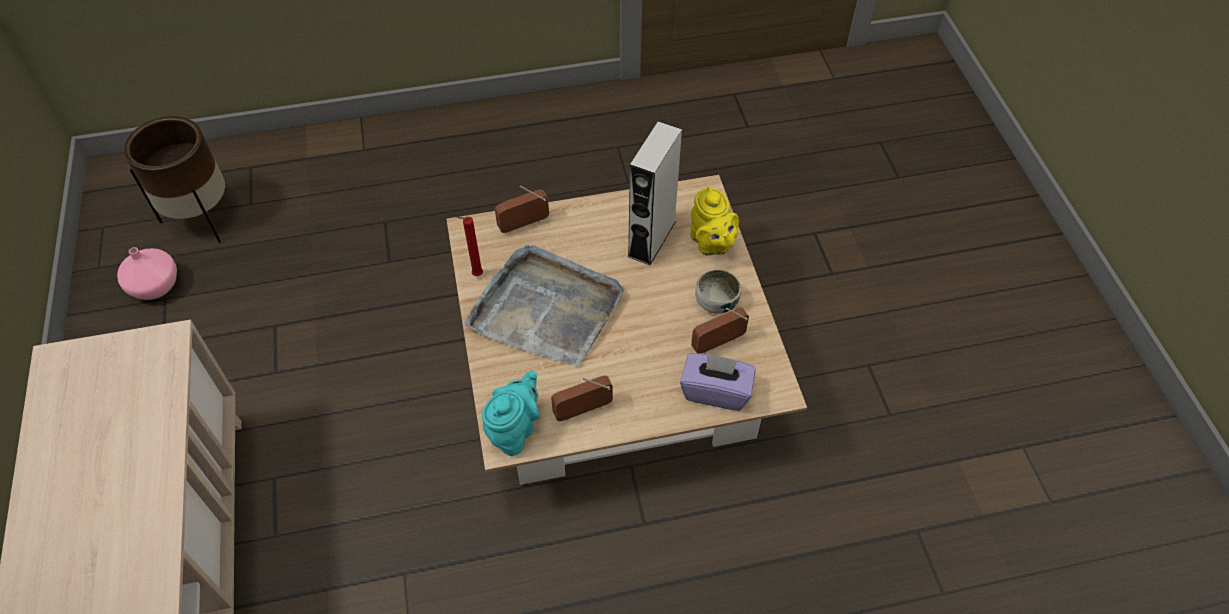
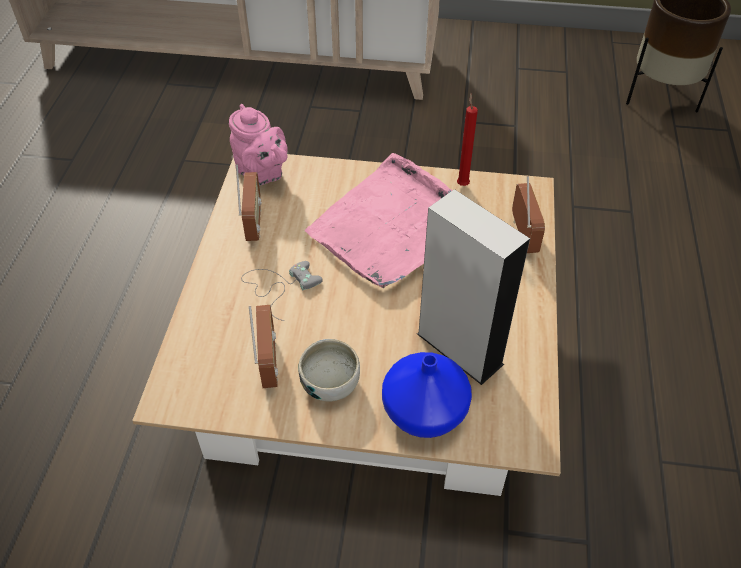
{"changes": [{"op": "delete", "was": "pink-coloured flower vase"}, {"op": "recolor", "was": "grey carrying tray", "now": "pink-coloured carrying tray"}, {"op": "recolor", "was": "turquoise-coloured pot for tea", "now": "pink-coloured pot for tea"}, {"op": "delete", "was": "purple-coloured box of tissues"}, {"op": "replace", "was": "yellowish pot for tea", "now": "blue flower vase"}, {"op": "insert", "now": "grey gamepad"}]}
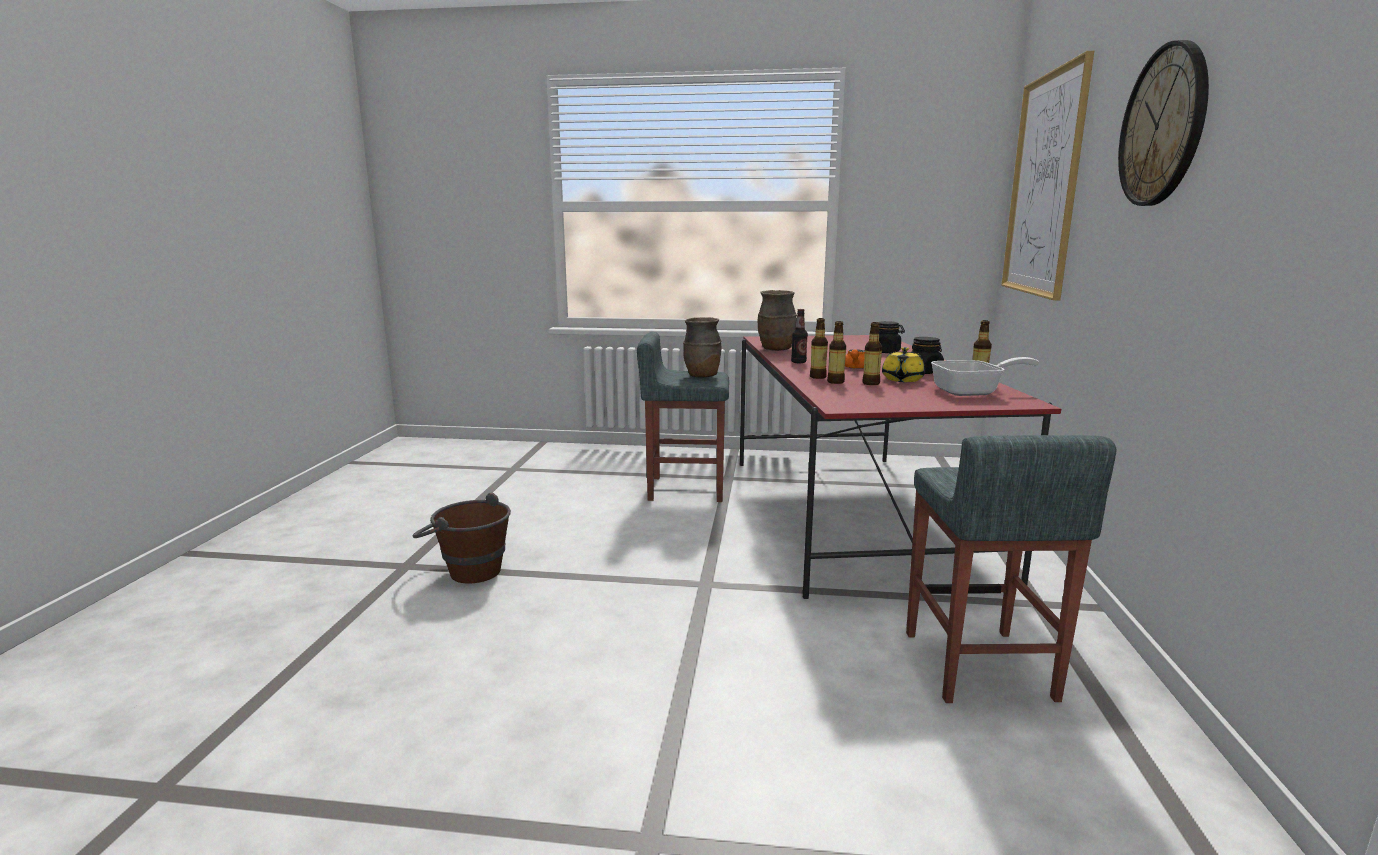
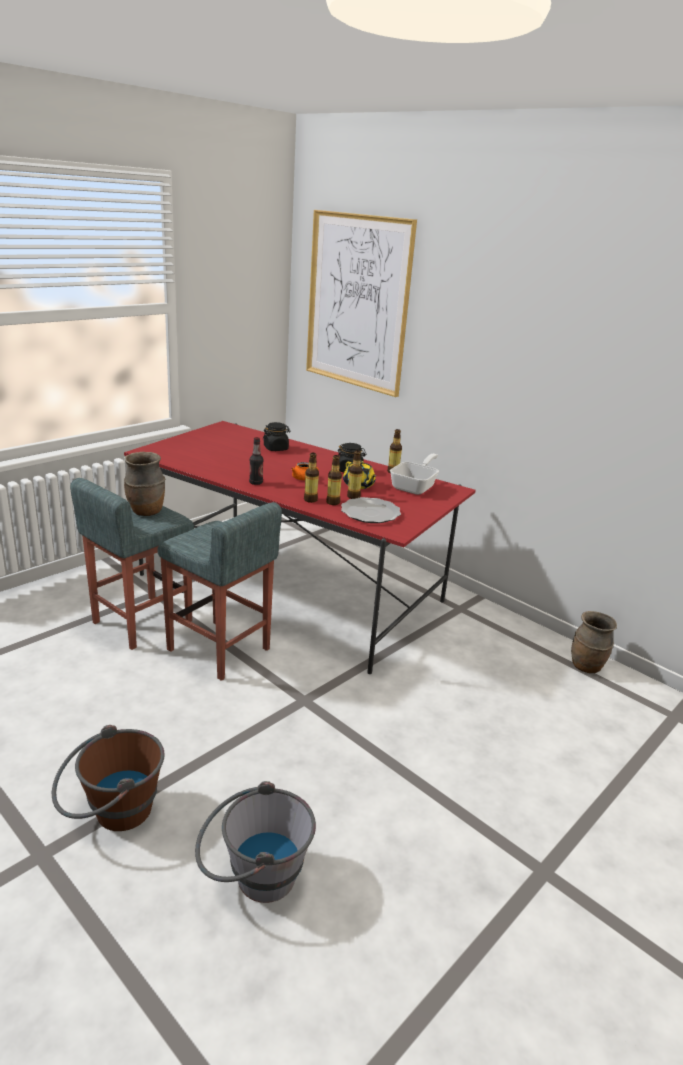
{"changes": [{"op": "move", "was": "brown flower vase (2nd from left)"}, {"op": "move", "was": "grey stool seat (2nd from left)"}, {"op": "delete", "was": "hanging clock"}, {"op": "insert", "now": "grey bucket"}, {"op": "insert", "now": "flat dish"}]}
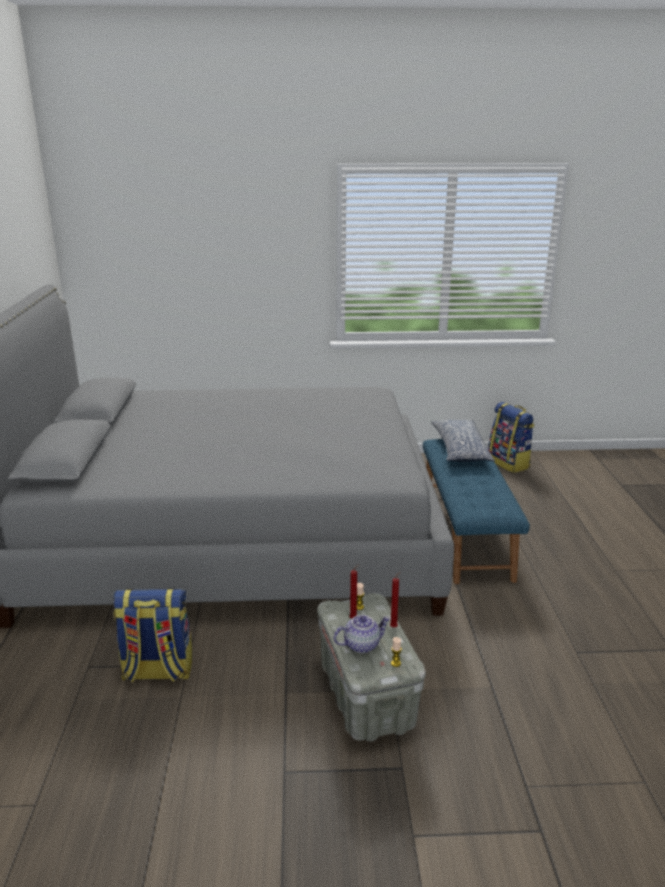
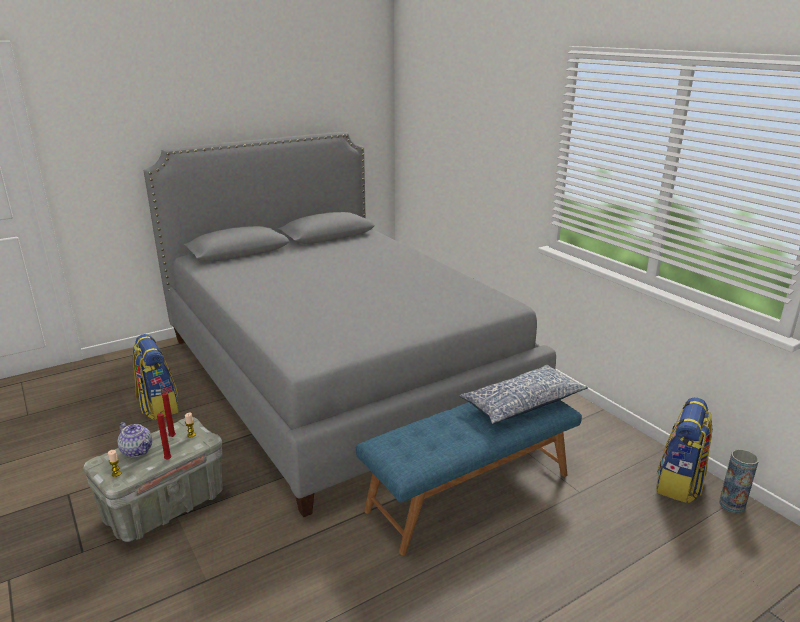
{"changes": [{"op": "insert", "now": "flower vase"}]}
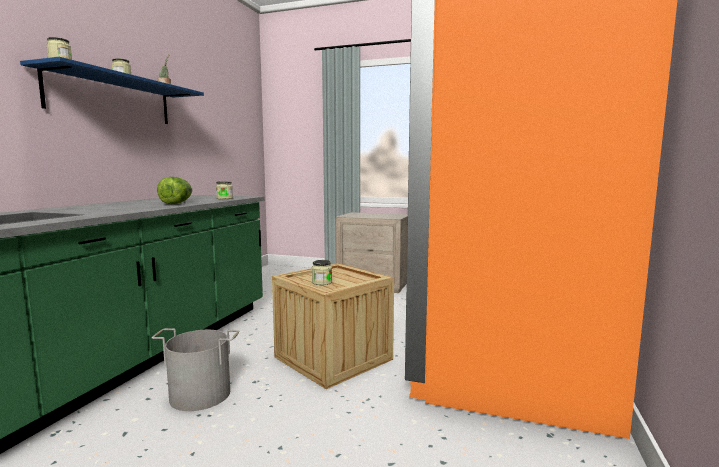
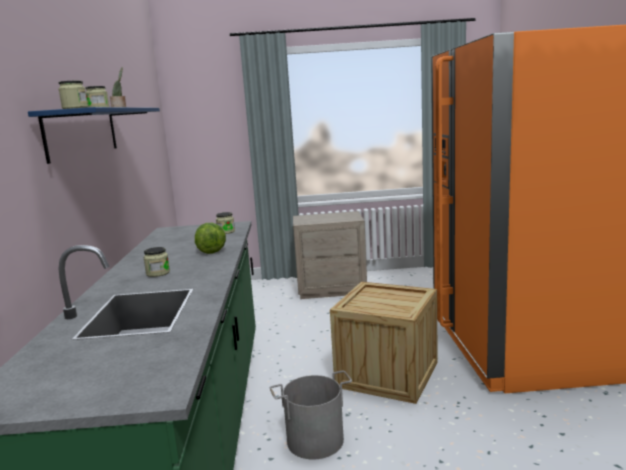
{"changes": [{"op": "move", "was": "preserve jar (4th from left in the first image)", "now": "preserve jar (3rd from left)"}]}
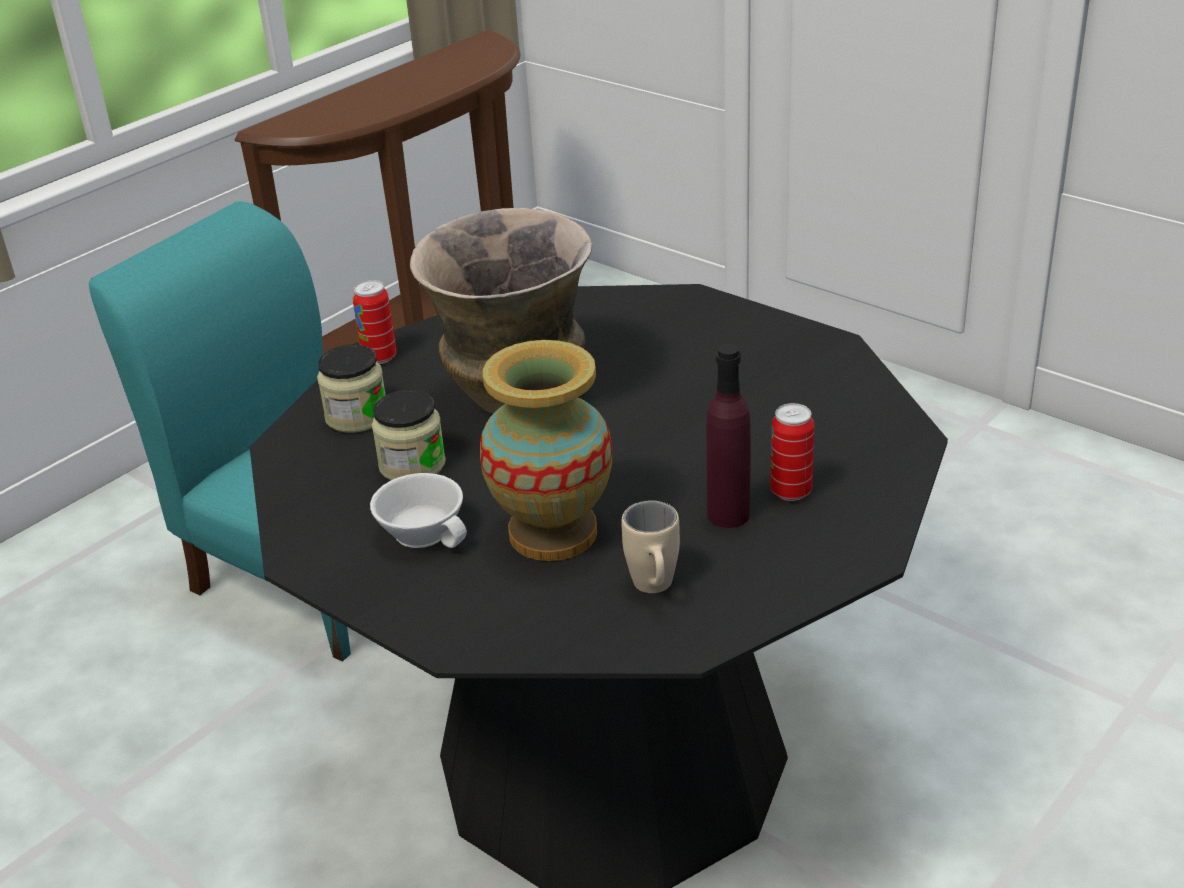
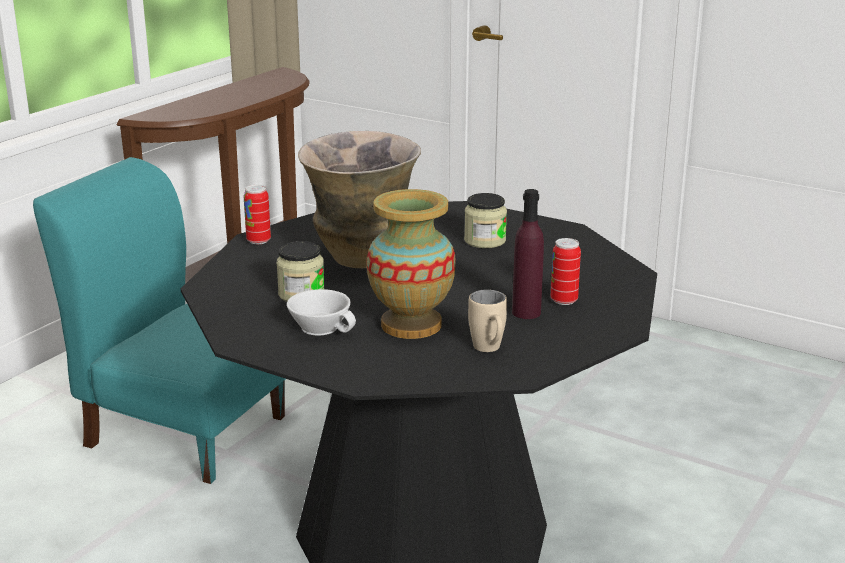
{"changes": [{"op": "move", "was": "preserve jar (1st from left in the first image)", "now": "preserve jar (2nd from left)"}]}
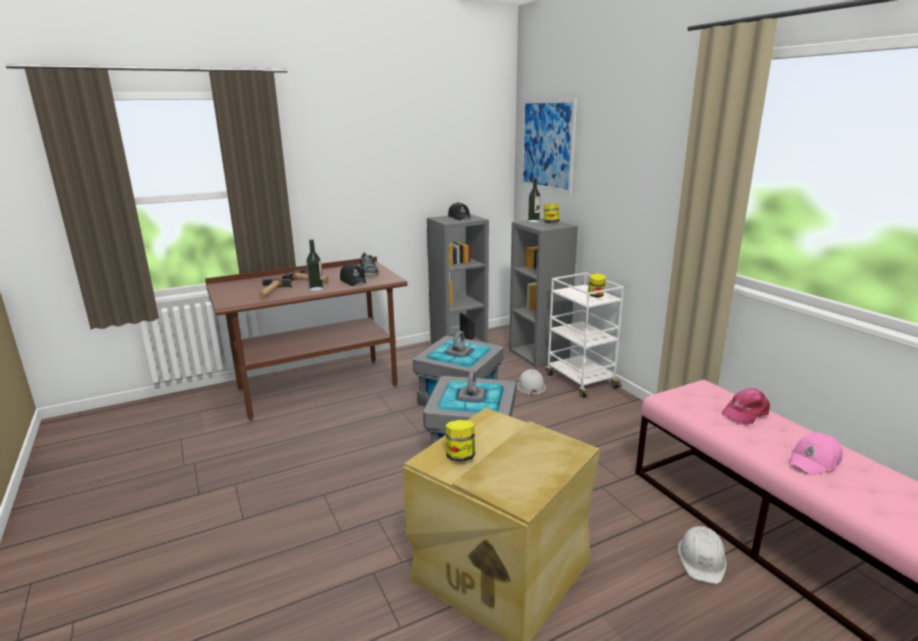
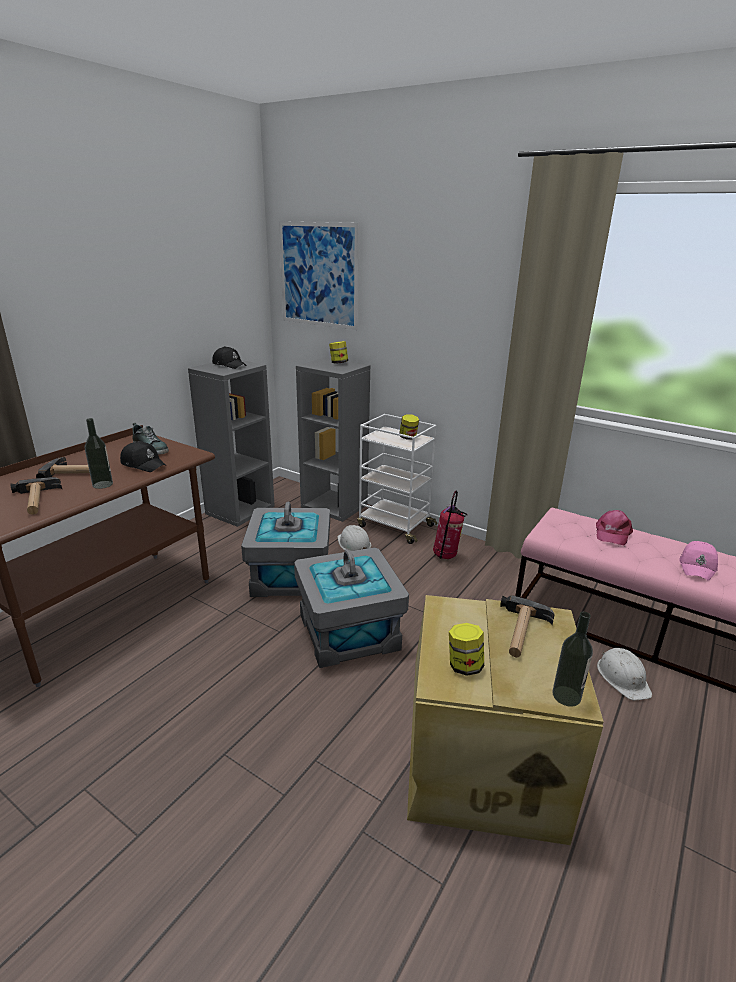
{"changes": [{"op": "move", "was": "drink bottle (2nd from left)"}, {"op": "insert", "now": "fire-fighting cylinder"}, {"op": "insert", "now": "hammer (3rd from left)"}]}
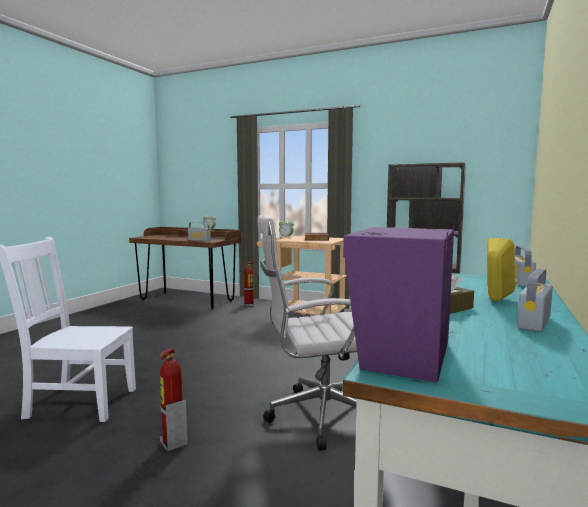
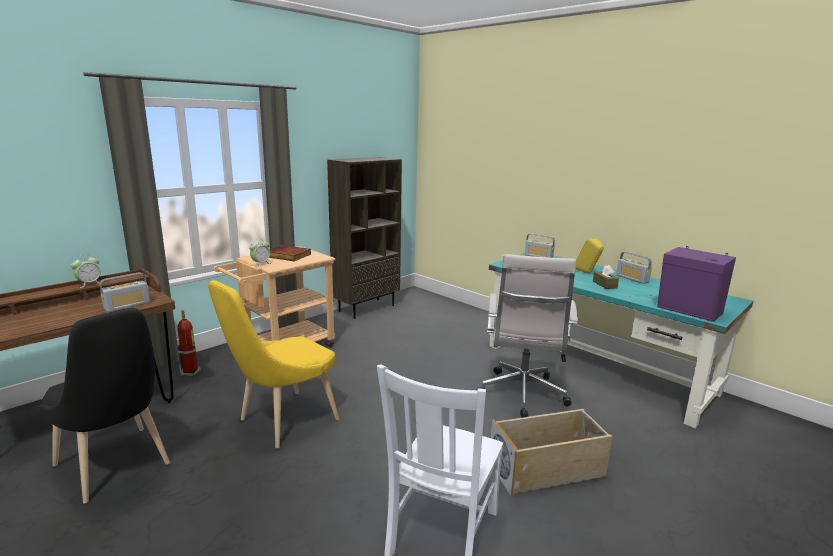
{"changes": [{"op": "replace", "was": "fire-fighting cylinder (1st from left)", "now": "beige storage container"}, {"op": "insert", "now": "black-coloured upright chair"}, {"op": "insert", "now": "yellowish upright chair"}]}
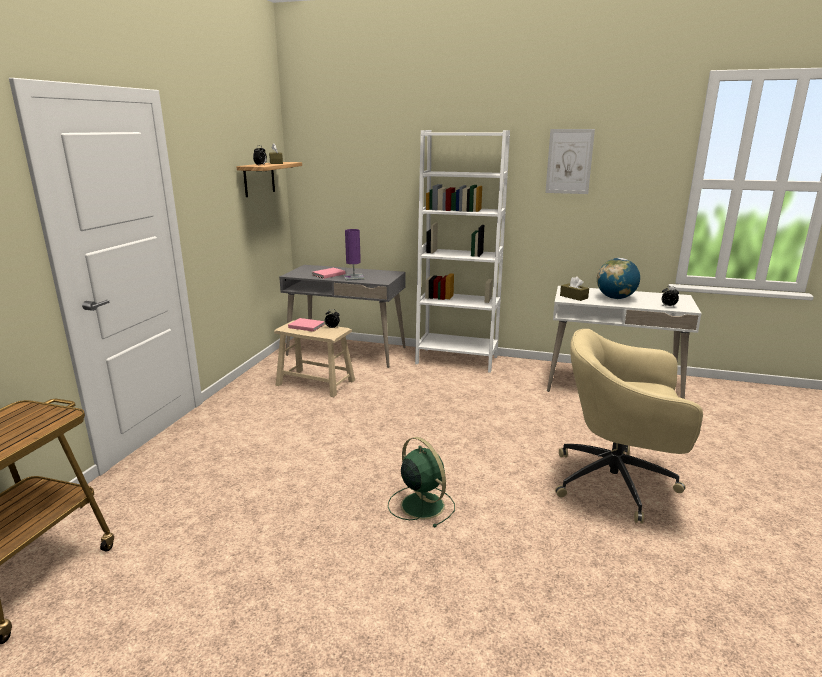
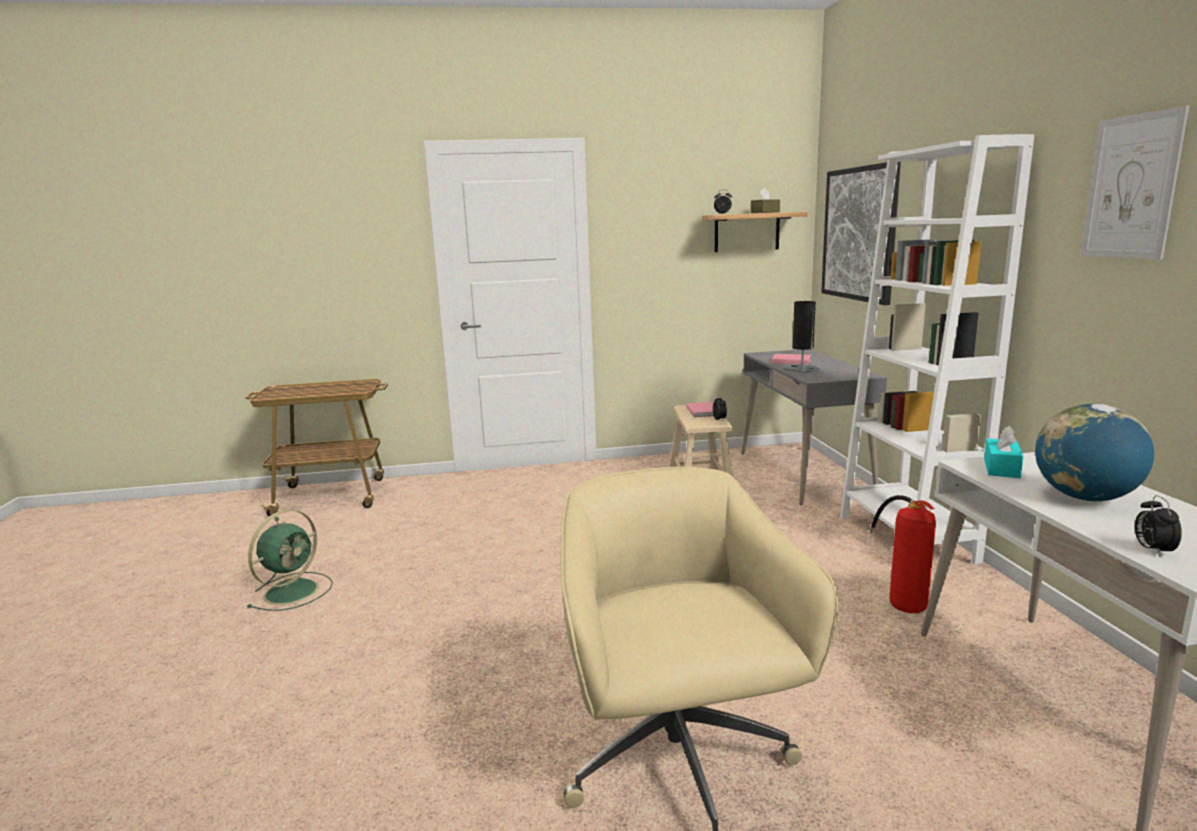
{"changes": [{"op": "recolor", "was": "purple-coloured table lamp", "now": "black-coloured table lamp"}, {"op": "move", "was": "greenish cooling fan"}, {"op": "recolor", "was": "brown box of tissues (2nd from left)", "now": "turquoise-coloured box of tissues"}, {"op": "insert", "now": "wall art (1st from left)"}, {"op": "insert", "now": "fire-fighting cylinder"}]}
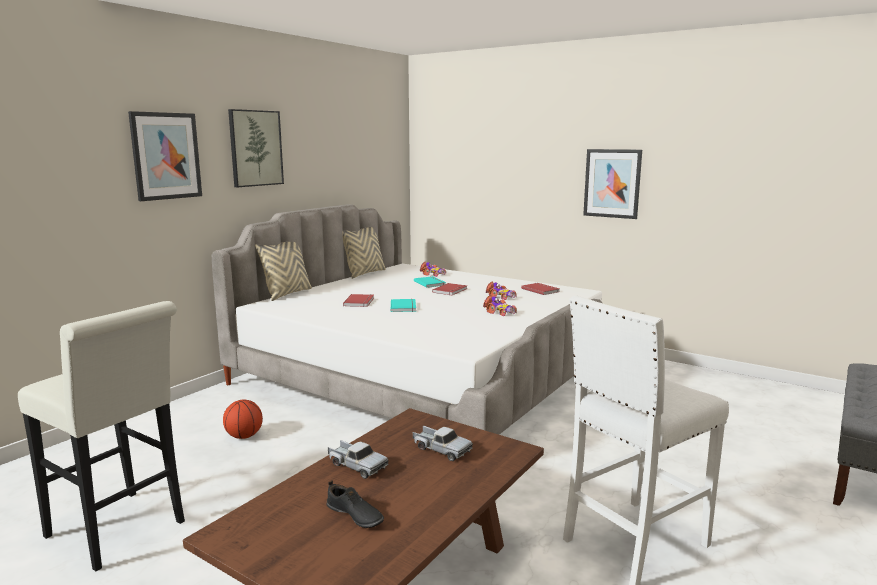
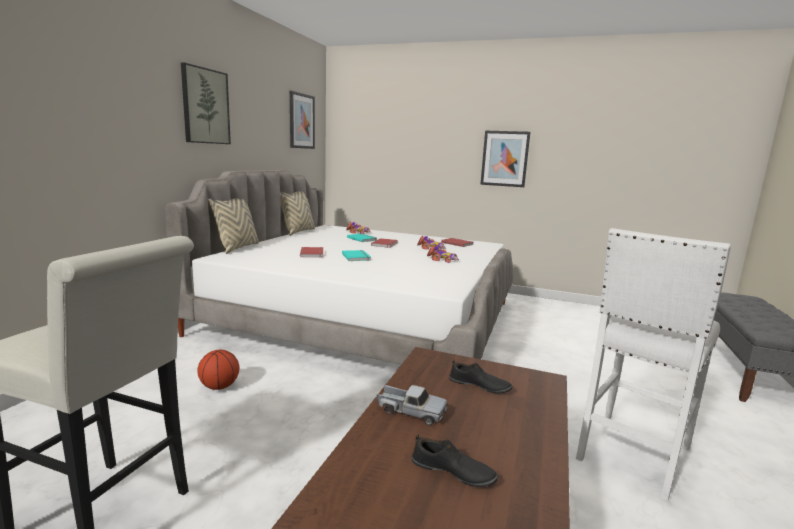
{"changes": [{"op": "move", "was": "wall art (1st from left in the first image)", "now": "wall art (2nd from left)"}, {"op": "replace", "was": "toy lorry (2nd from left)", "now": "black-coloured shoe (2nd from left)"}]}
